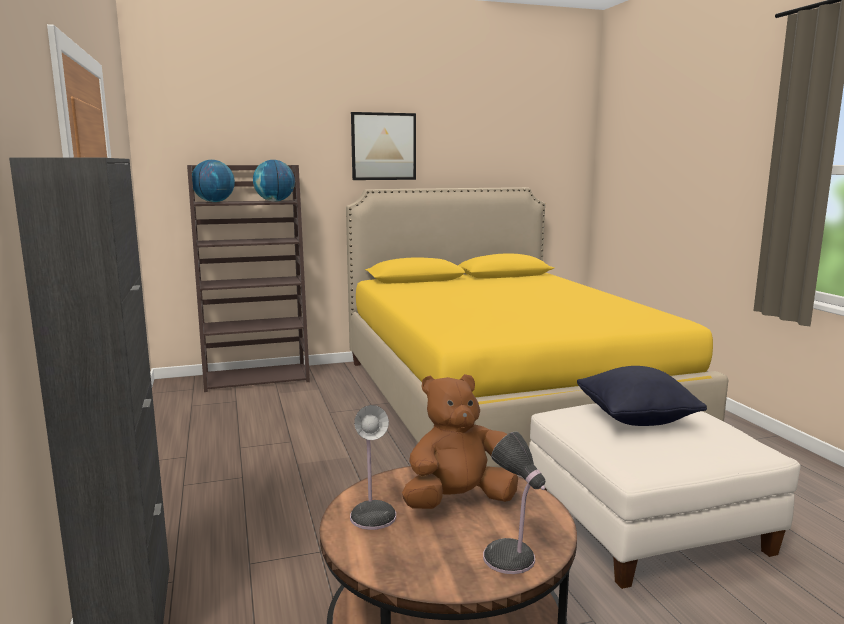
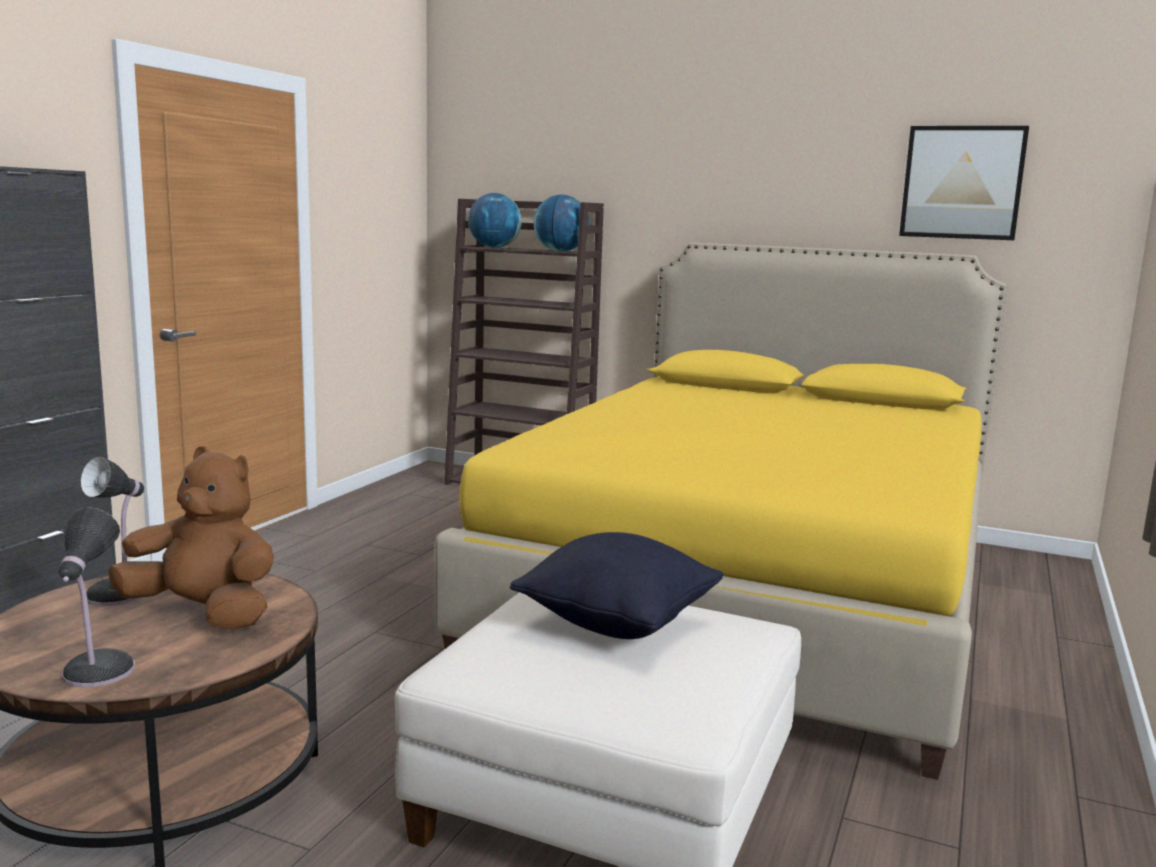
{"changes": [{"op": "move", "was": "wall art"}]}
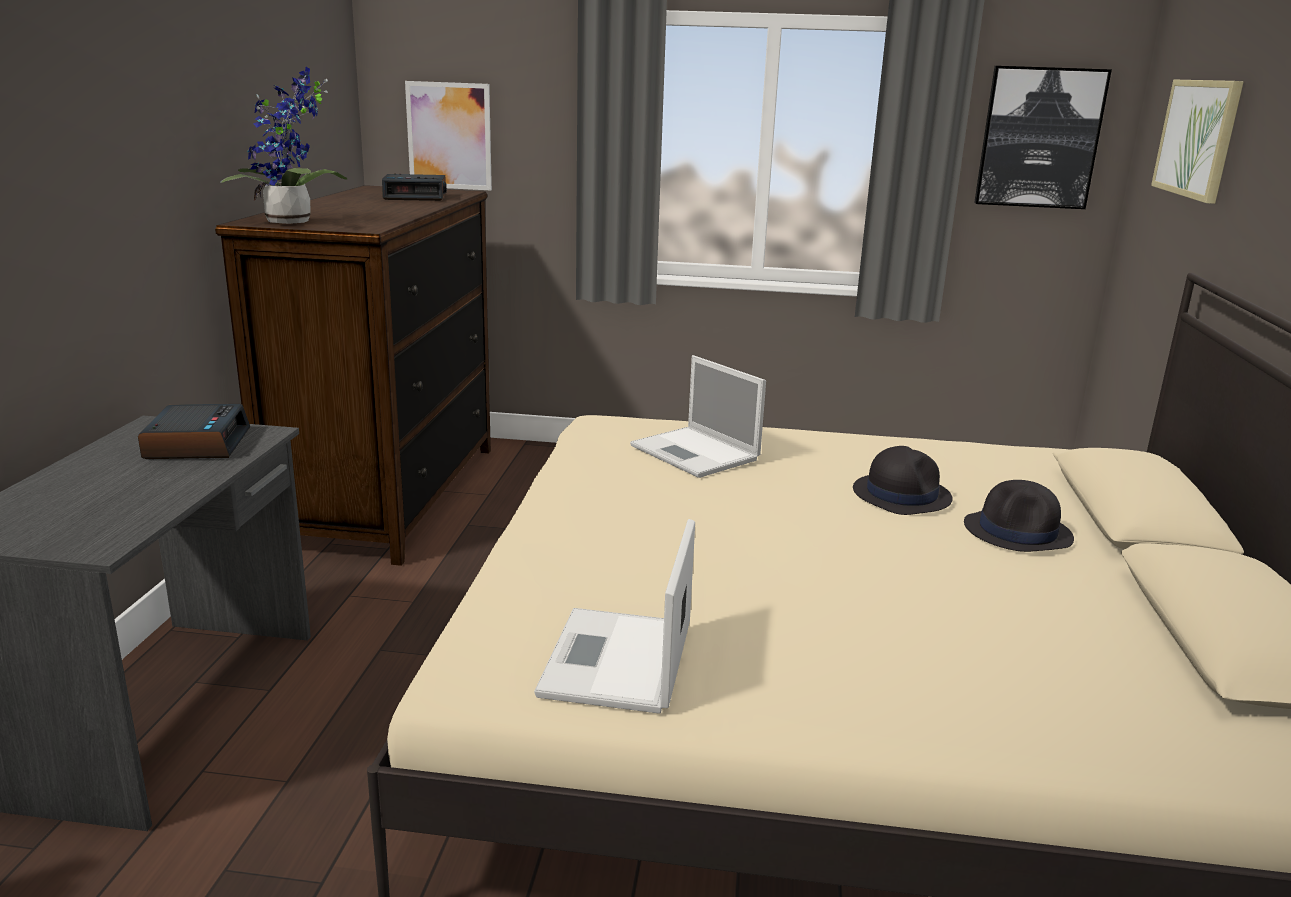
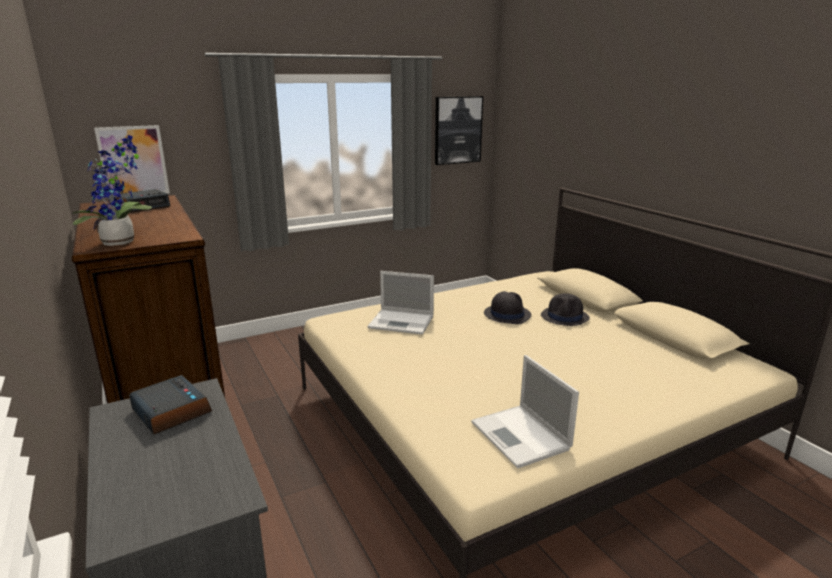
{"changes": [{"op": "delete", "was": "wall art (3rd from left)"}]}
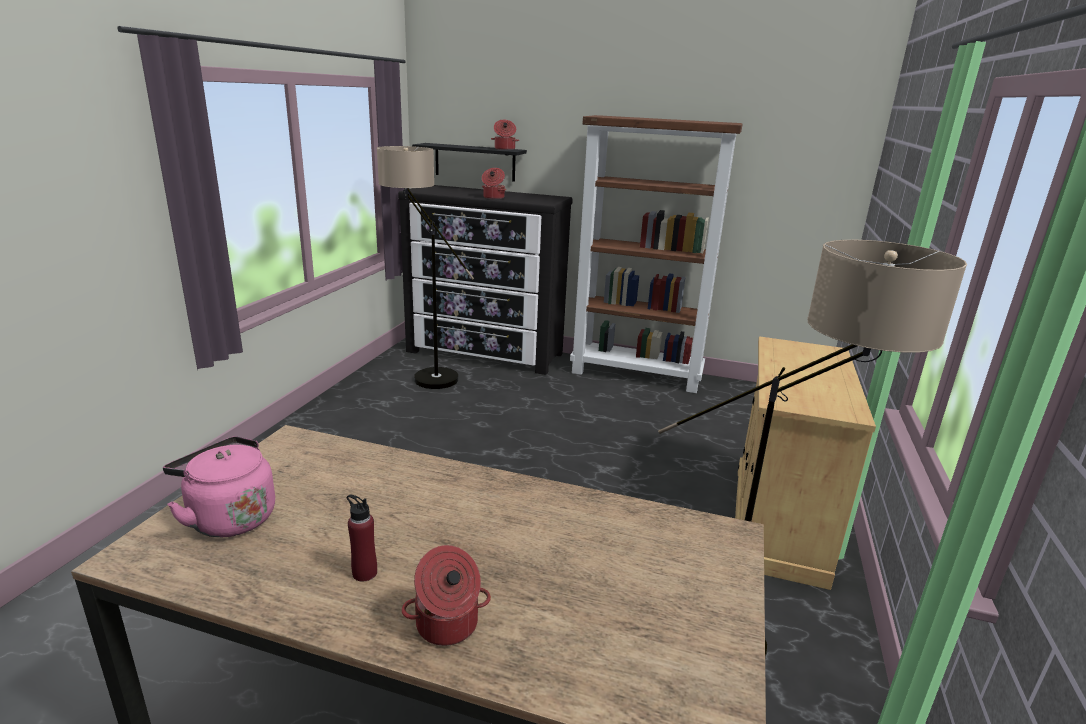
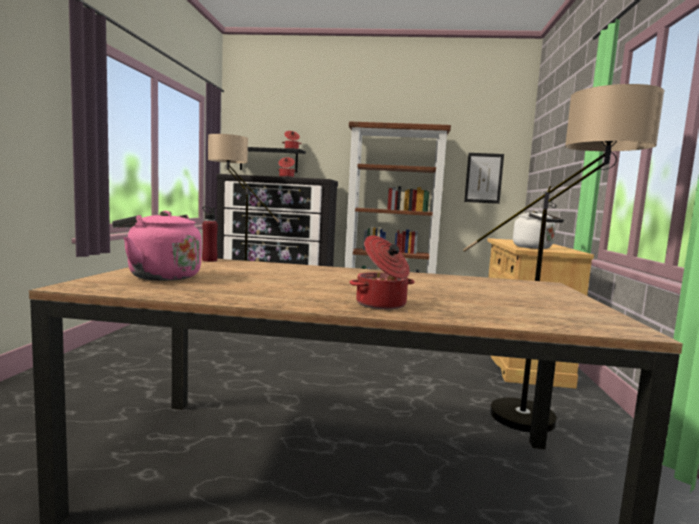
{"changes": [{"op": "move", "was": "red drink bottle"}, {"op": "insert", "now": "wall art"}, {"op": "insert", "now": "white water kettle"}]}
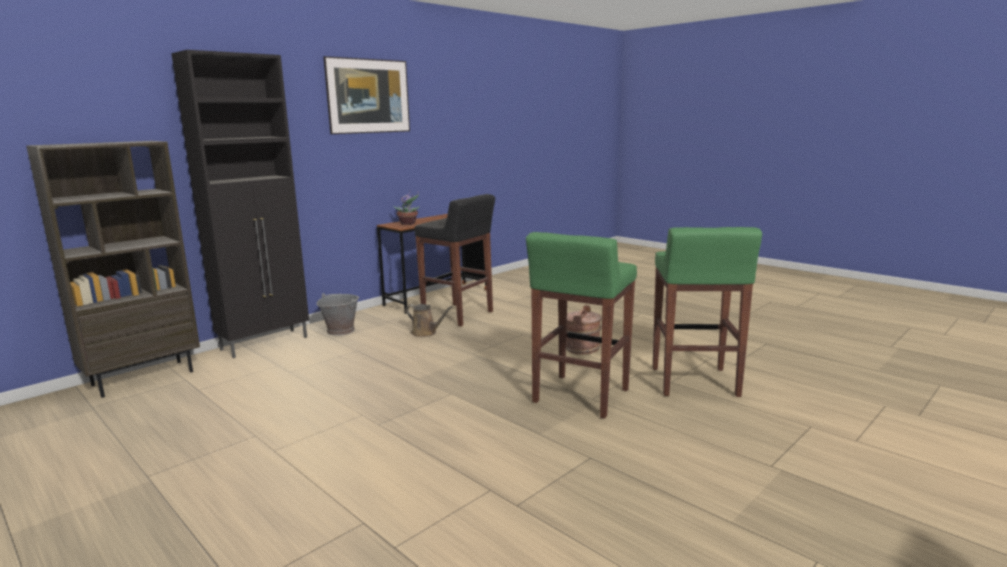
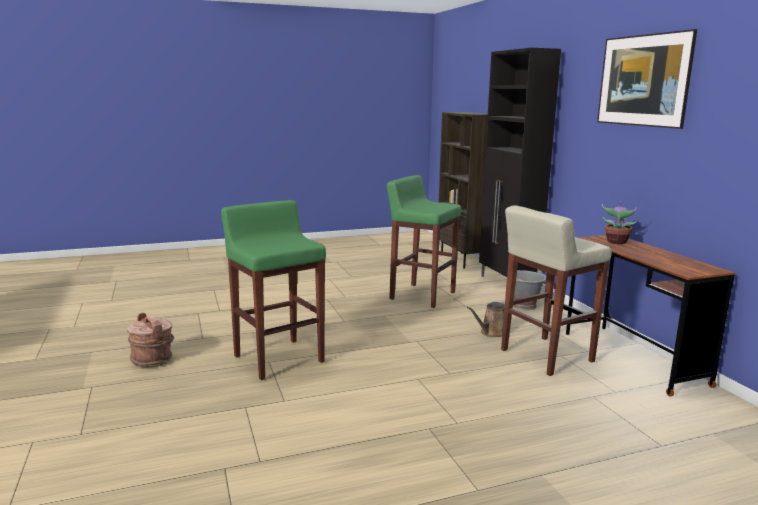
{"changes": [{"op": "recolor", "was": "black-coloured stool seat", "now": "beige stool seat"}, {"op": "move", "was": "brown bucket"}, {"op": "move", "was": "greenish stool seat (2nd from left)"}]}
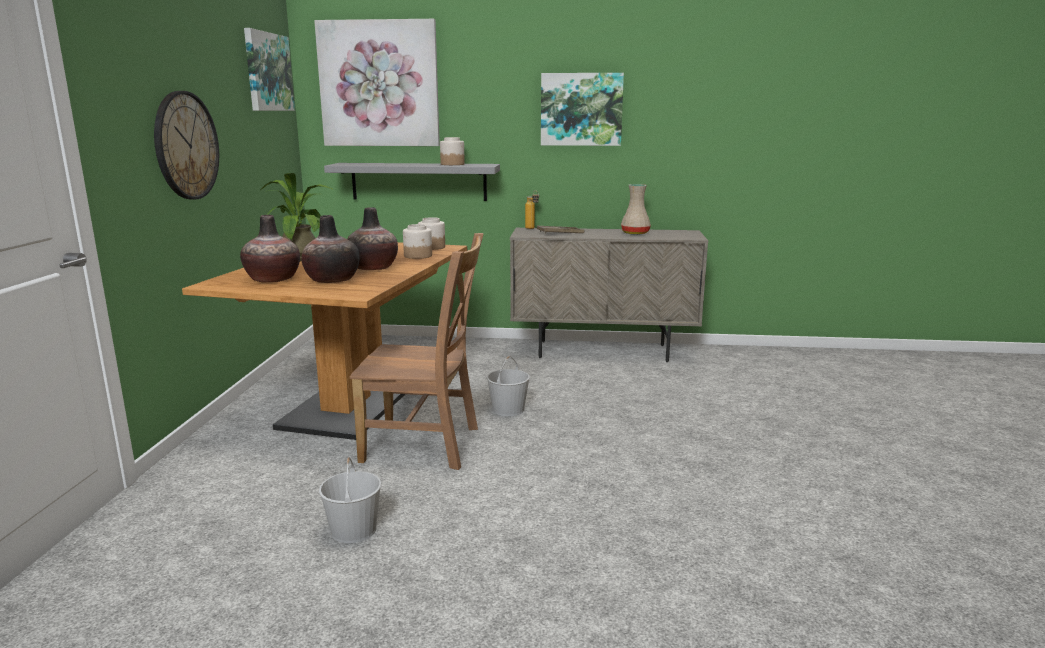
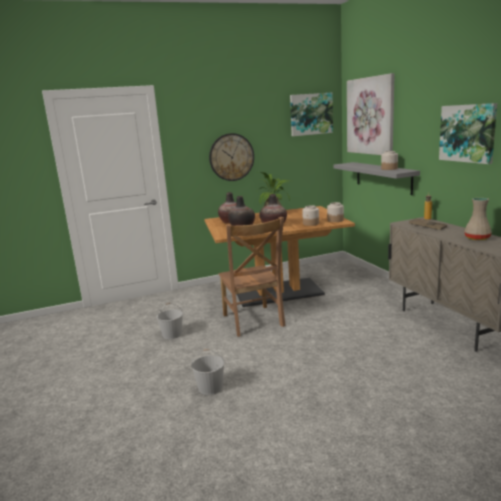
{"changes": [{"op": "move", "was": "white bucket (2nd from left)"}]}
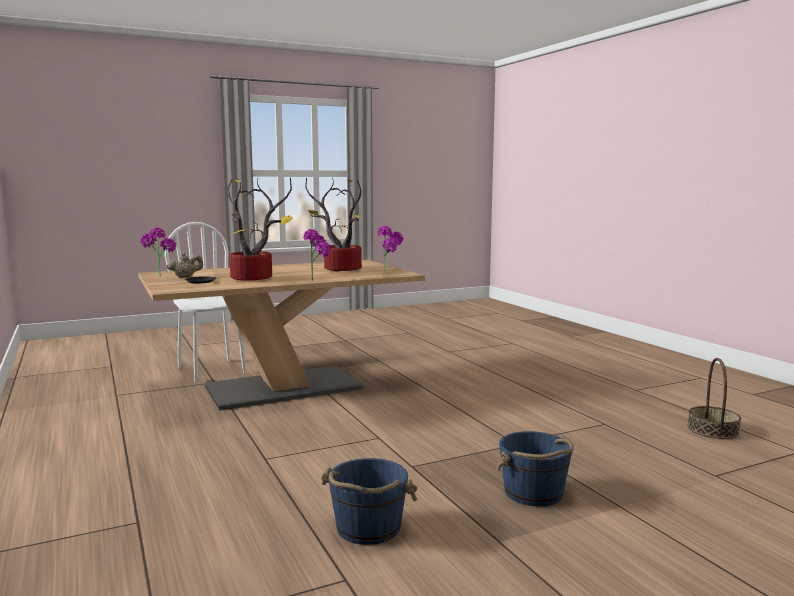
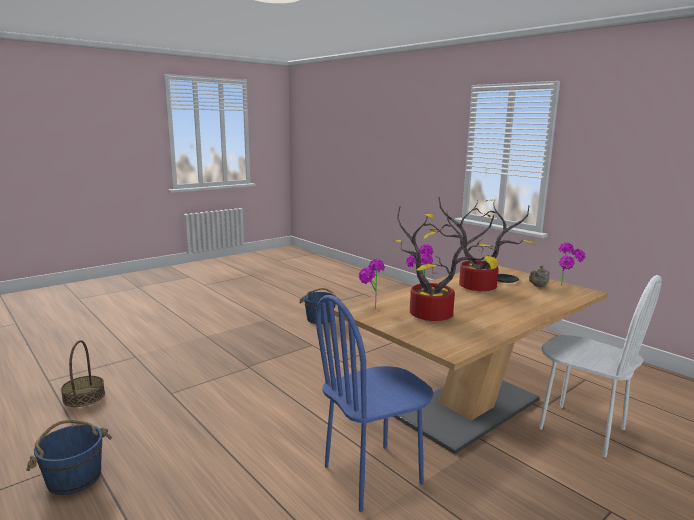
{"changes": [{"op": "move", "was": "blue bucket (2nd from left in the first image)", "now": "blue bucket (1st from left)"}, {"op": "insert", "now": "blue upright chair"}]}
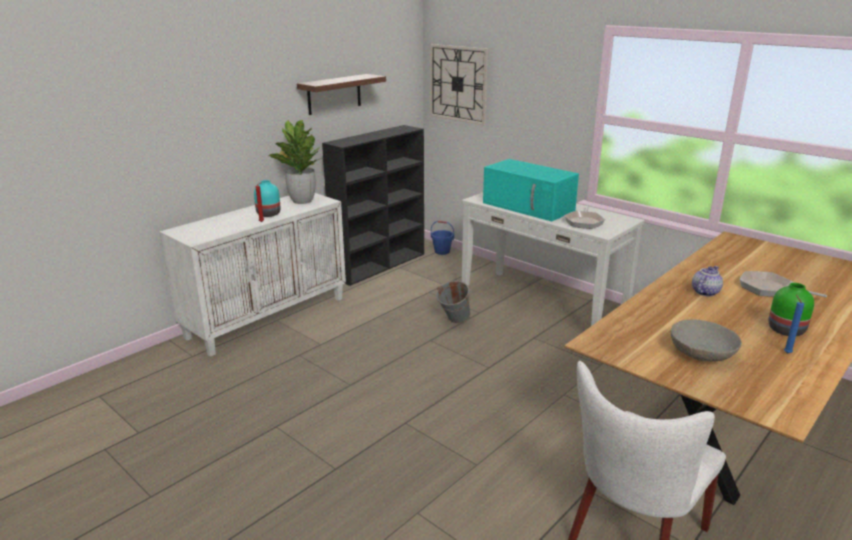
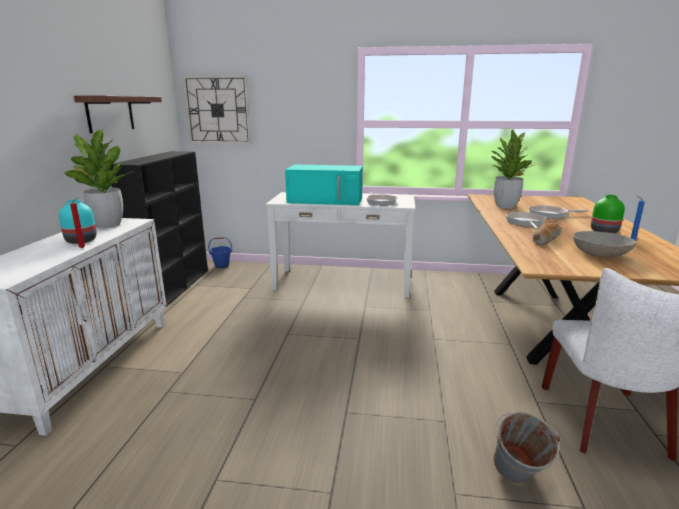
{"changes": [{"op": "move", "was": "grey bucket"}, {"op": "replace", "was": "pot for tea", "now": "skillet (2nd from left)"}, {"op": "insert", "now": "houseplant (2nd from left)"}, {"op": "insert", "now": "bread"}]}
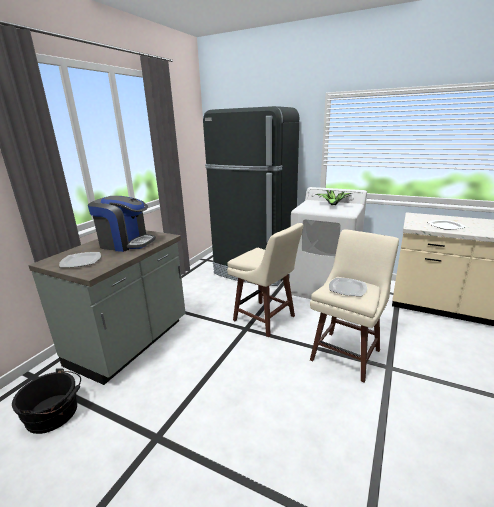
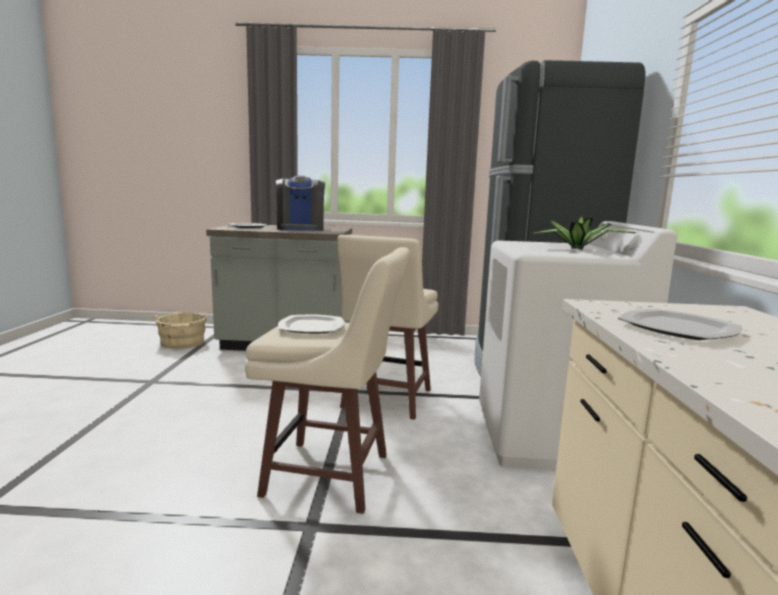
{"changes": [{"op": "recolor", "was": "black-coloured bucket", "now": "beige bucket"}]}
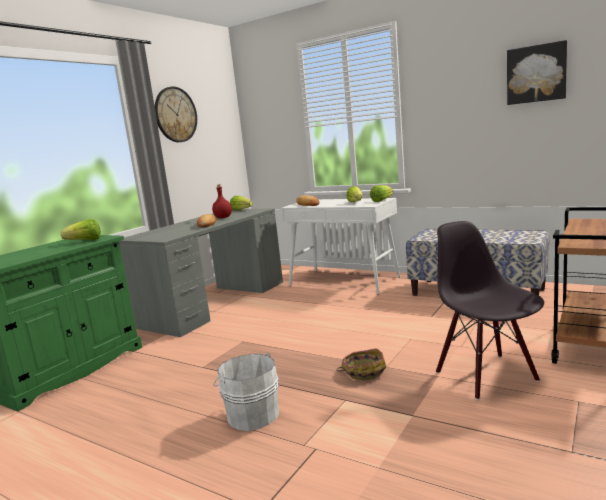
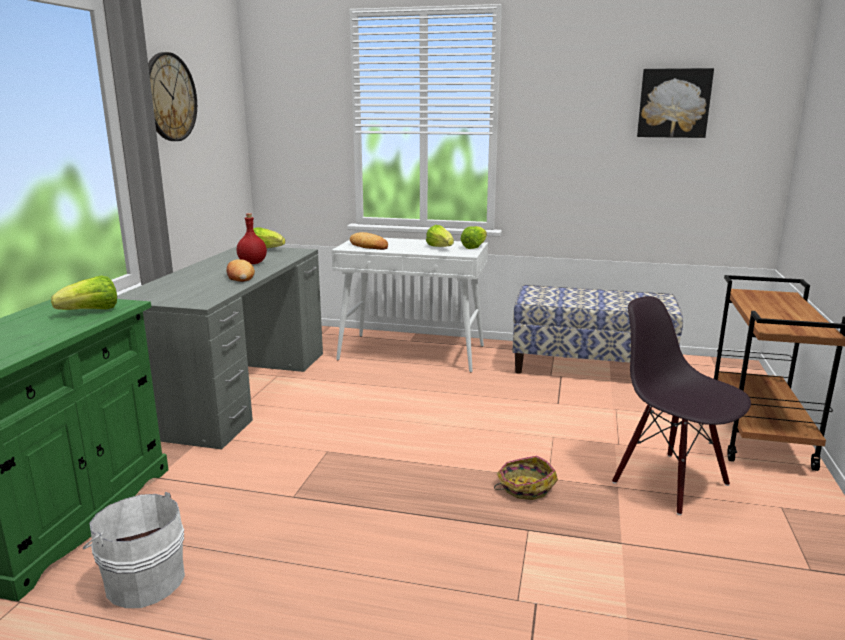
{"changes": [{"op": "move", "was": "white bucket"}]}
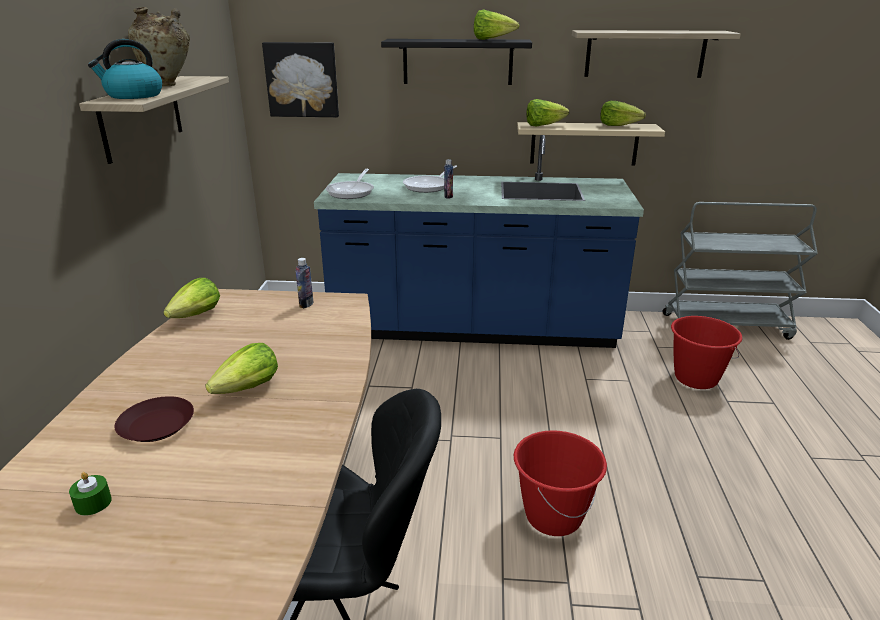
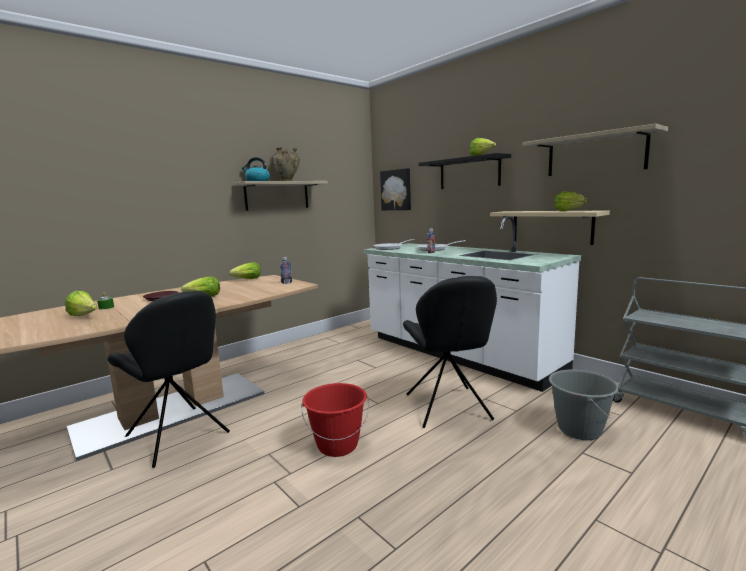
{"changes": [{"op": "recolor", "was": "blue kitchen counter", "now": "white kitchen counter"}, {"op": "move", "was": "lettuce (4th from left in the first image)", "now": "lettuce (1st from left)"}, {"op": "recolor", "was": "red bucket (2nd from left)", "now": "grey bucket"}, {"op": "insert", "now": "black-coloured upright chair (2nd from left)"}]}
